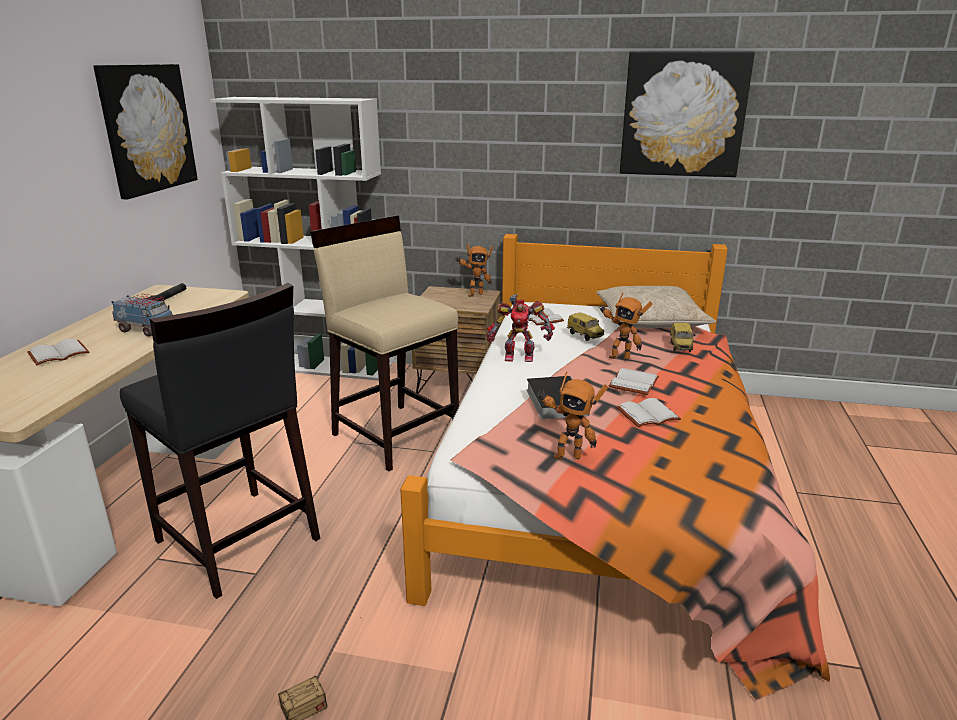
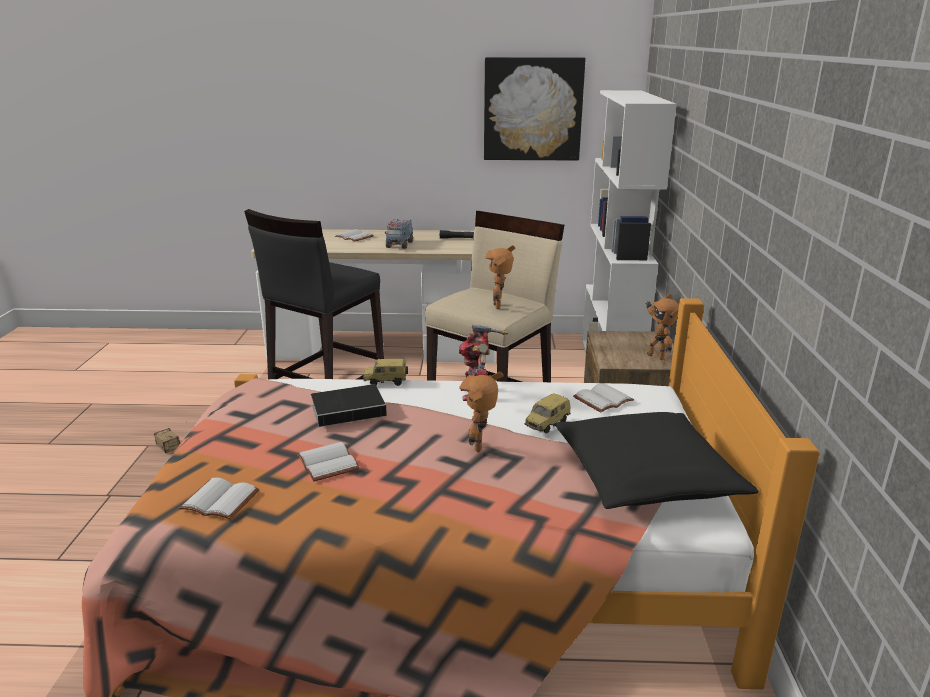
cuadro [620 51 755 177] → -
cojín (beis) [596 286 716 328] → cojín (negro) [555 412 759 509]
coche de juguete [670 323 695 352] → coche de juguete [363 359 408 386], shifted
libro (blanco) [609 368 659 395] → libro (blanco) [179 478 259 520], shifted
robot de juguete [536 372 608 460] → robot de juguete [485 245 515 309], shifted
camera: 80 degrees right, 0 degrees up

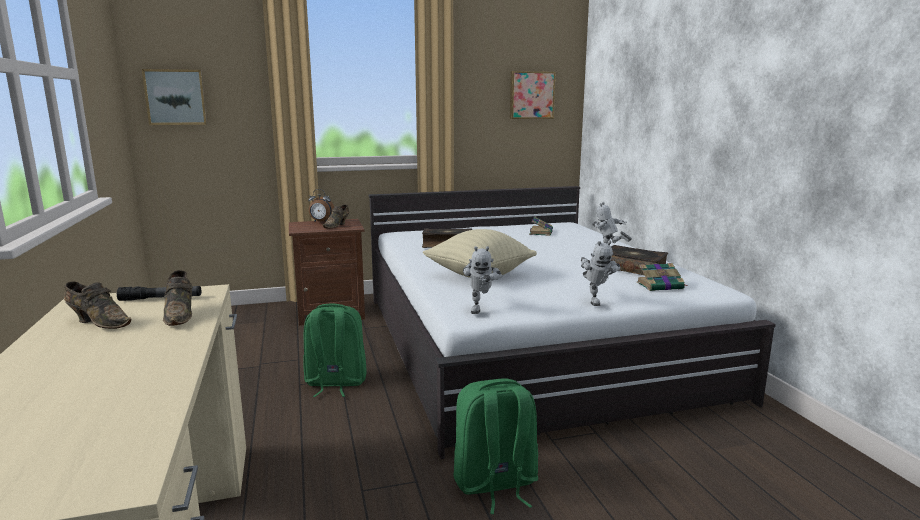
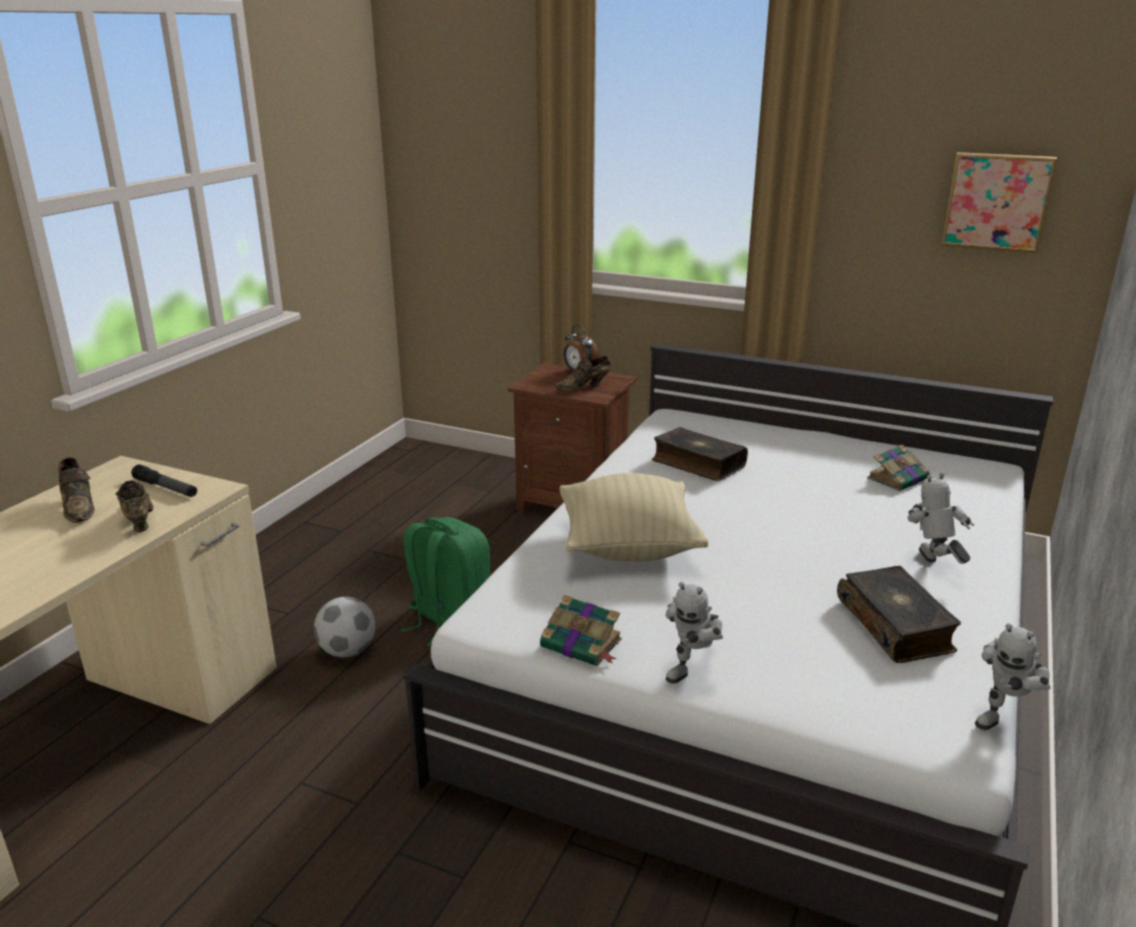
cuadro [142 69 207 125] → -
robot de juguete [463 246 502 314] → robot de juguete [975 623 1050 730], shifted
libro [637 263 688 291] → libro [540 595 622 666], shifted
zapato (marrón) [163 270 193 326] → zapato (marrón) [115 480 154 532], 135 degrees clockwise
mochila (verde) [453 378 539 514] → -
- → balón de fútbol [314 597 375 657]
camera: 40 degrees right, 10 degrees up

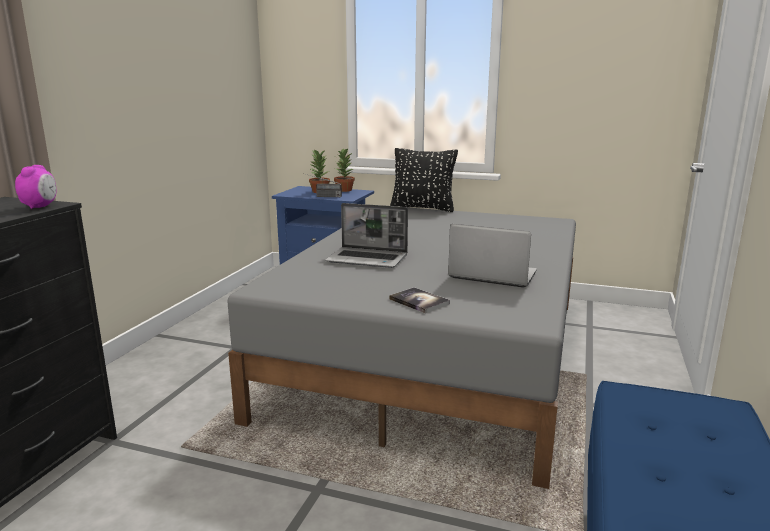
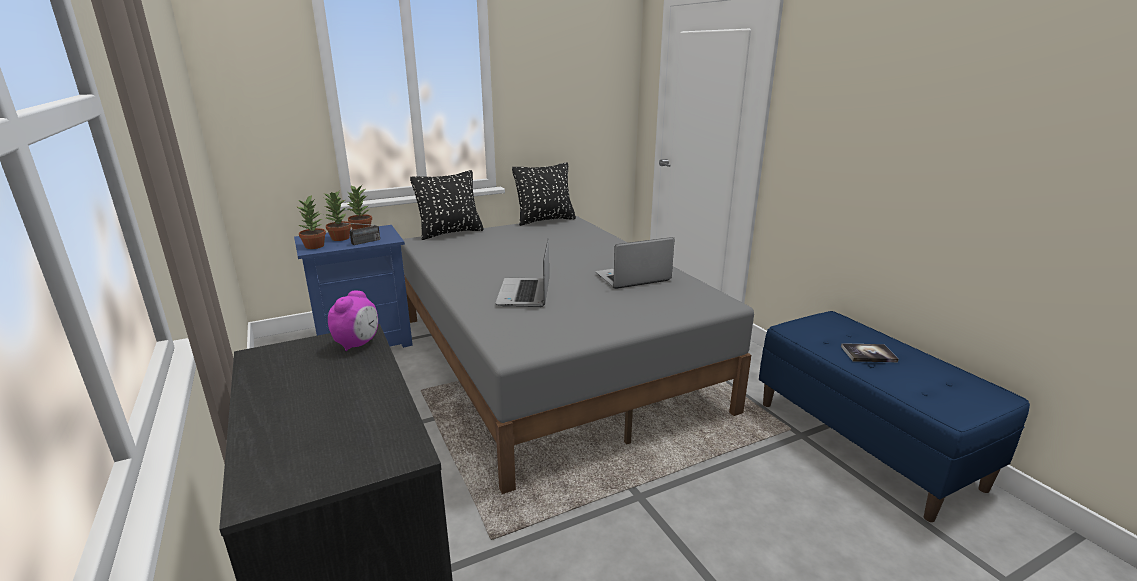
despertador [15 165 57 209] → despertador [328 290 378 351], 60 degrees clockwise
portátil [325 203 408 268] → portátil [495 238 549 307], 120 degrees clockwise
libro [389 287 450 313] → libro [841 343 899 362], shifted
- → cojín (negro) [512 162 576 226]
- → planta en maceta [297 194 326 249]
camera: 45 degrees left, 5 degrees up

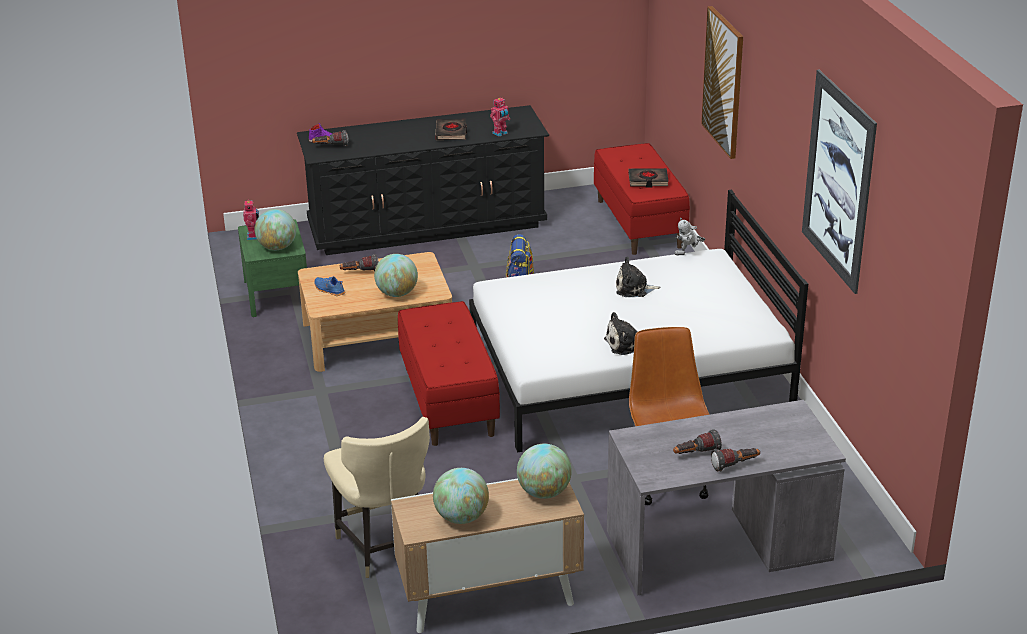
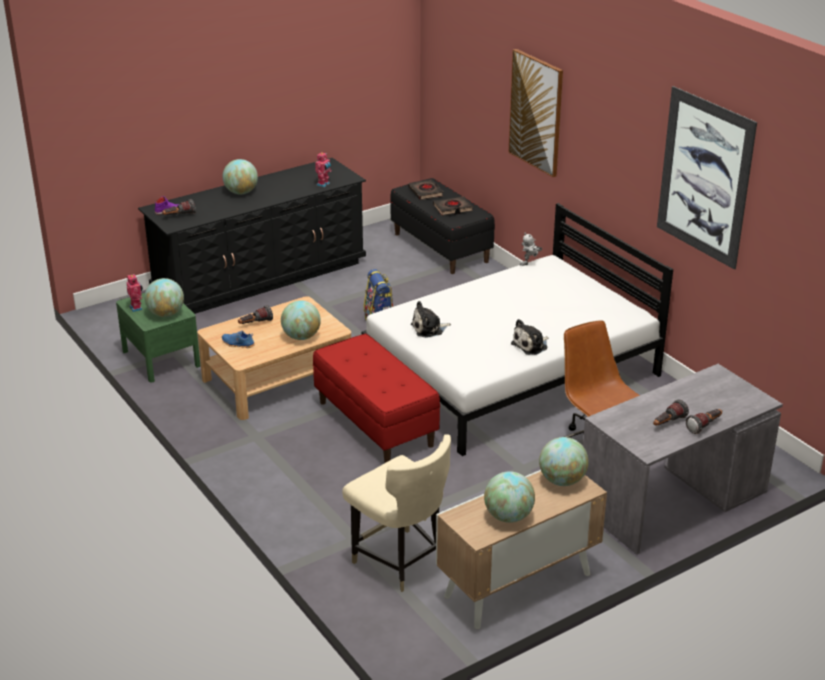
libro (negro) [435 119 467 140] → libro (negro) [408 179 444 200], shifted
banco (rojo) [594 143 690 255] → banco (negro) [390 178 495 274]
peluche [616 257 661 297] → peluche [411 301 451 338], shifted
- → globo terráqueo [222 159 258 194]
camera: 20 degrees left, 0 degrees up

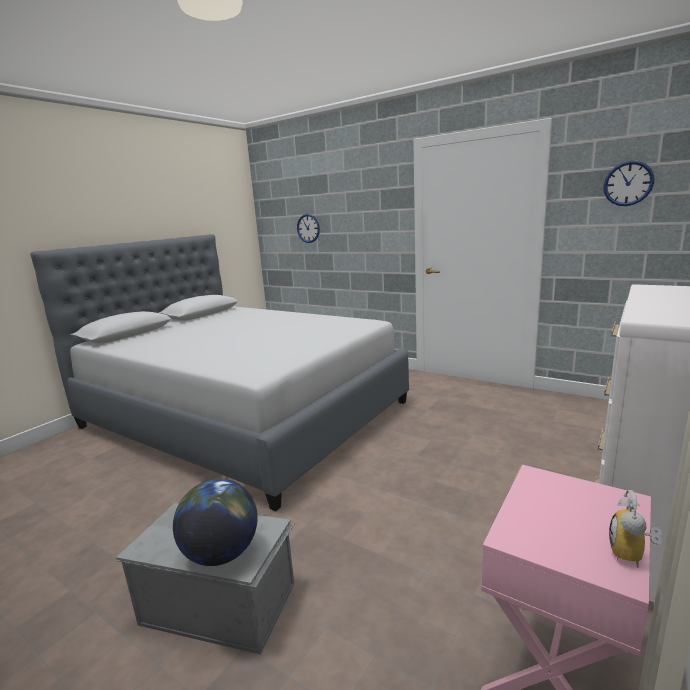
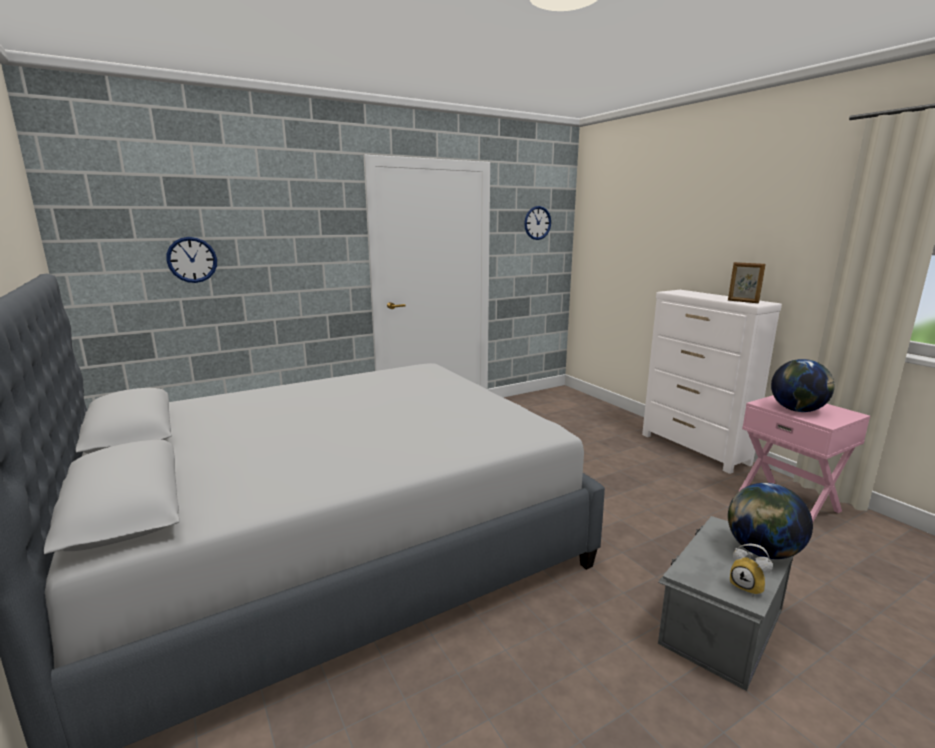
despertador [609 490 662 568] → despertador [730 544 773 597], shifted
- → portarretratos [728 262 766 303]
- → globo terráqueo [771 359 835 412]
camera: 65 degrees left, 0 degrees up

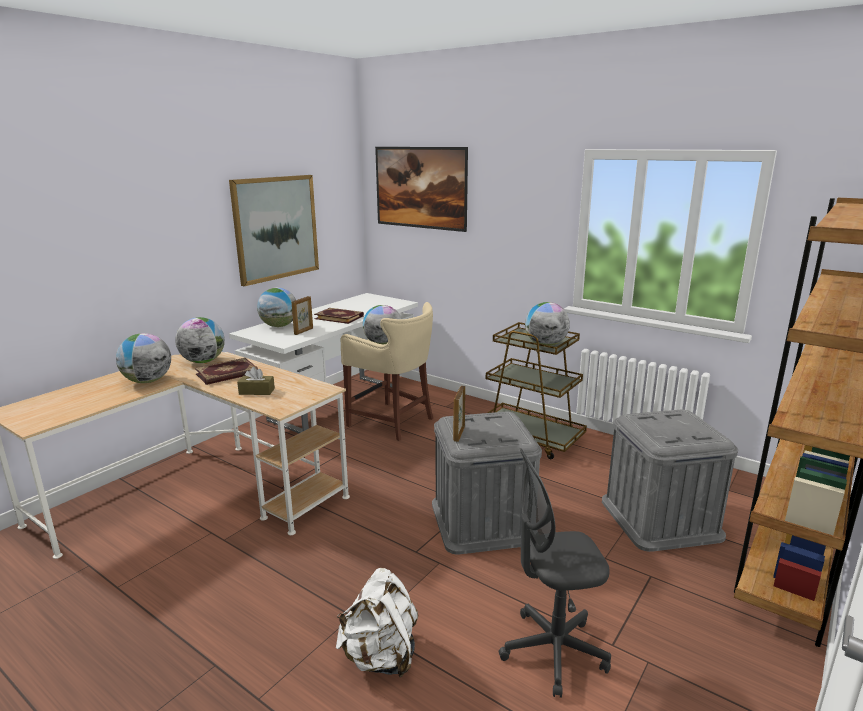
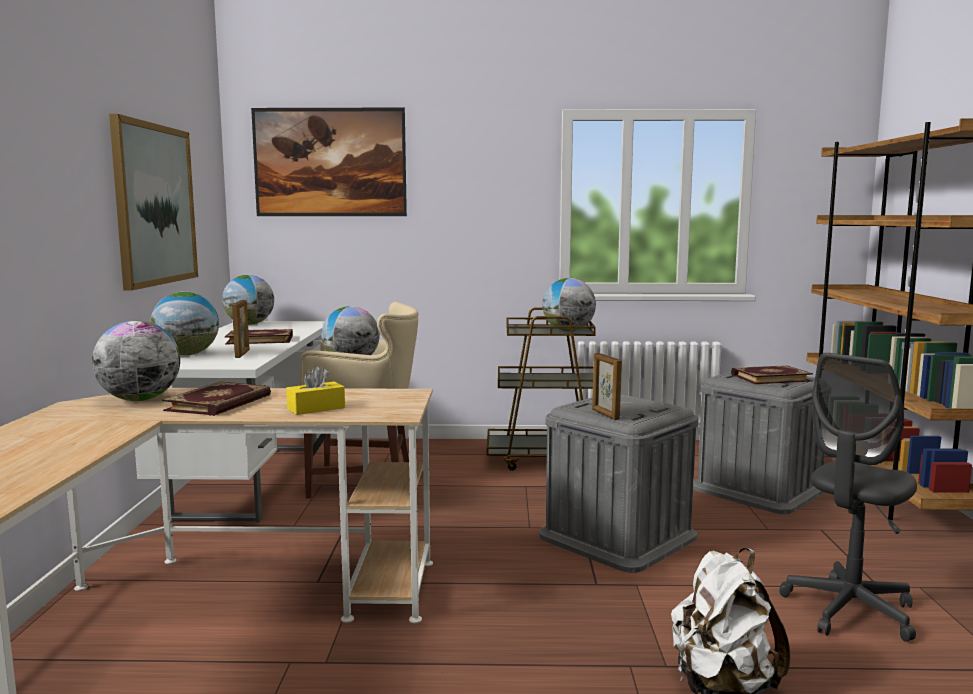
globo terráqueo [116 333 171 383] → globo terráqueo [222 275 274 325], shifted
caja de pañuelos (marrón) [237 367 275 395] → caja de pañuelos (amarillo) [286 366 345 415]
- → libro [731 365 813 384]
camera: 35 degrees left, 10 degrees down

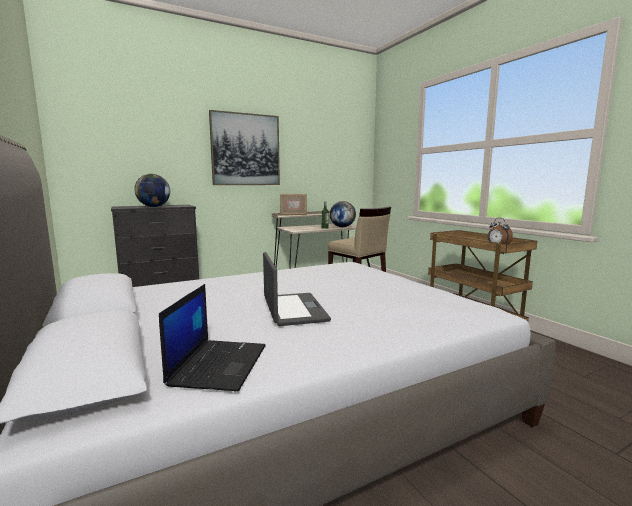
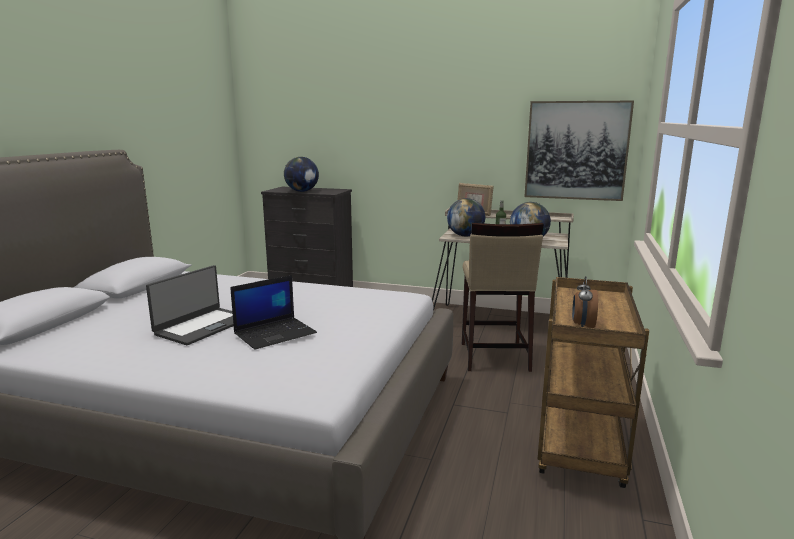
cuadro [209 110 280 185] → cuadro [524 101 634 201], shifted
portátil [159 284 266 391] → portátil [230 275 317 349], shifted
- → globo terráqueo [447 198 485 236]
camera: 45 degrees right, 5 degrees up

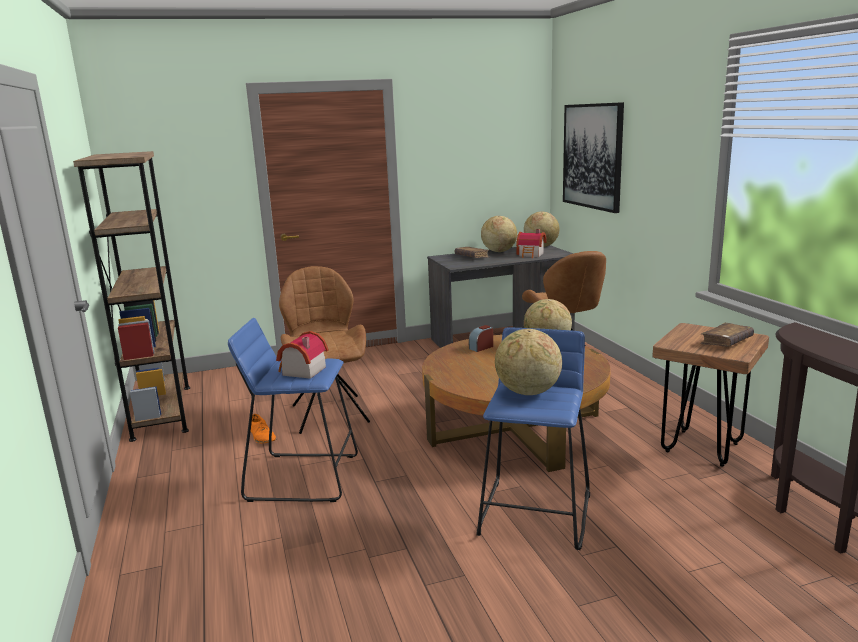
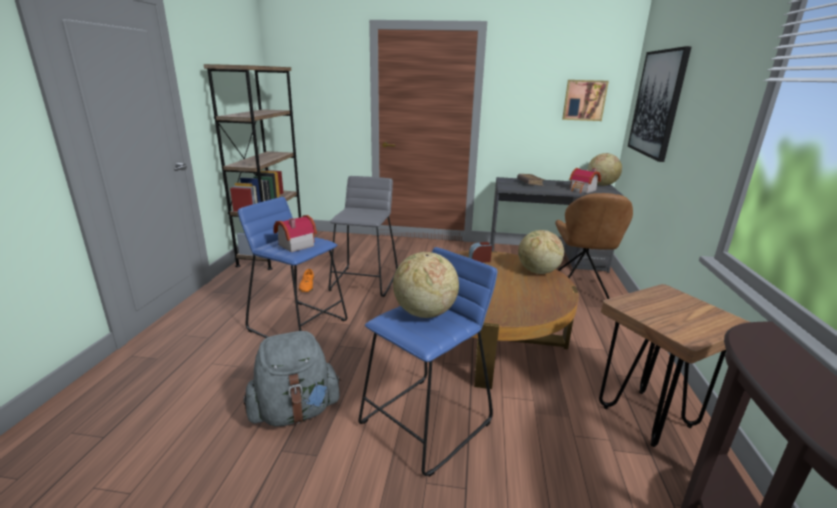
globo terráqueo [481 216 517 252] → -
silla (marrón) [279 266 370 434] → taburete (gris) [328 176 398 297]
libro (marrón) [701 323 754 347] → -
- → cuadro [562 80 609 121]
- → mochila (gris) [244 331 341 427]
camera: 25 degrees right, 5 degrees up

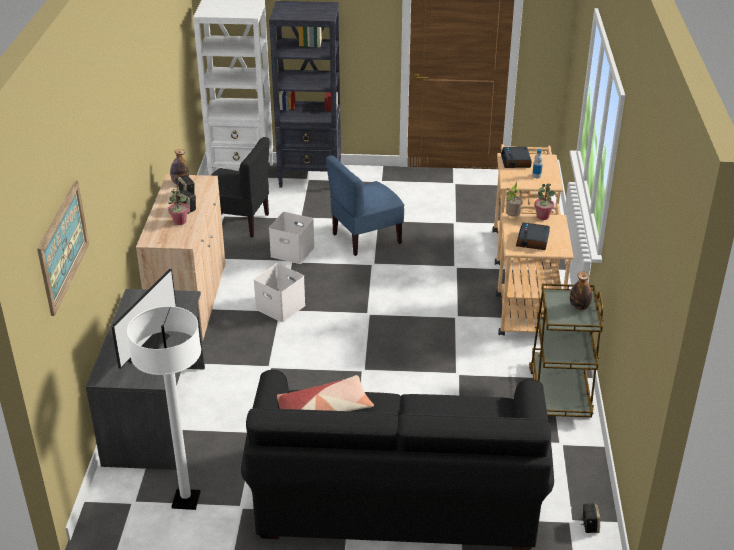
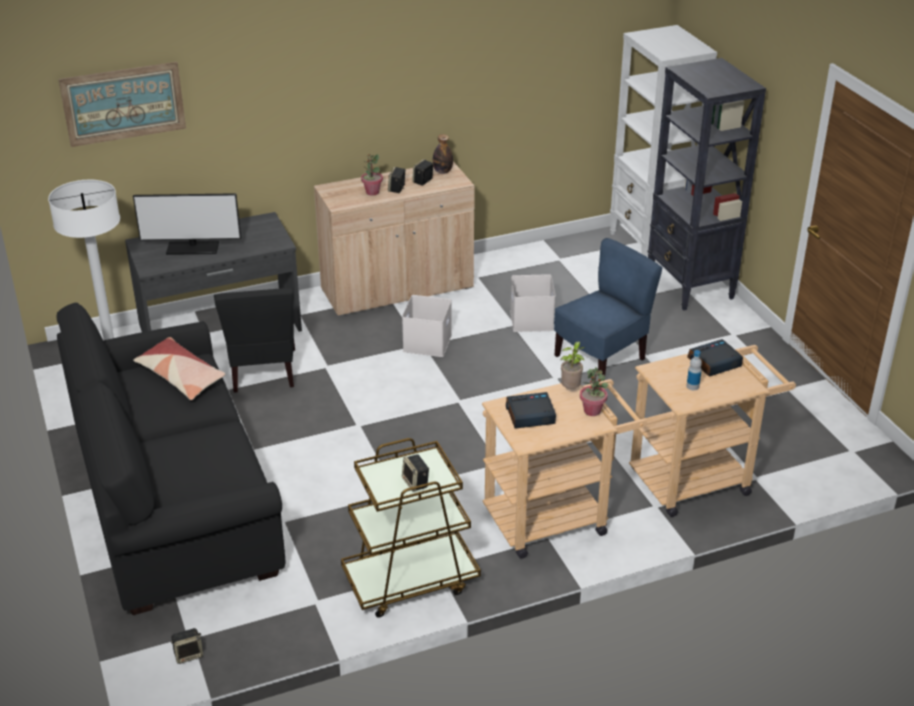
silla (negro) [210 137 269 238] → silla (negro) [214 288 295 393], shifted
silla (azul) [326 155 404 256] → silla (azul) [554 238 662 382], 105 degrees clockwise
botella [570 271 592 310] → altavoz [402 454 429 492]
camera: 65 degrees right, 0 degrees up

